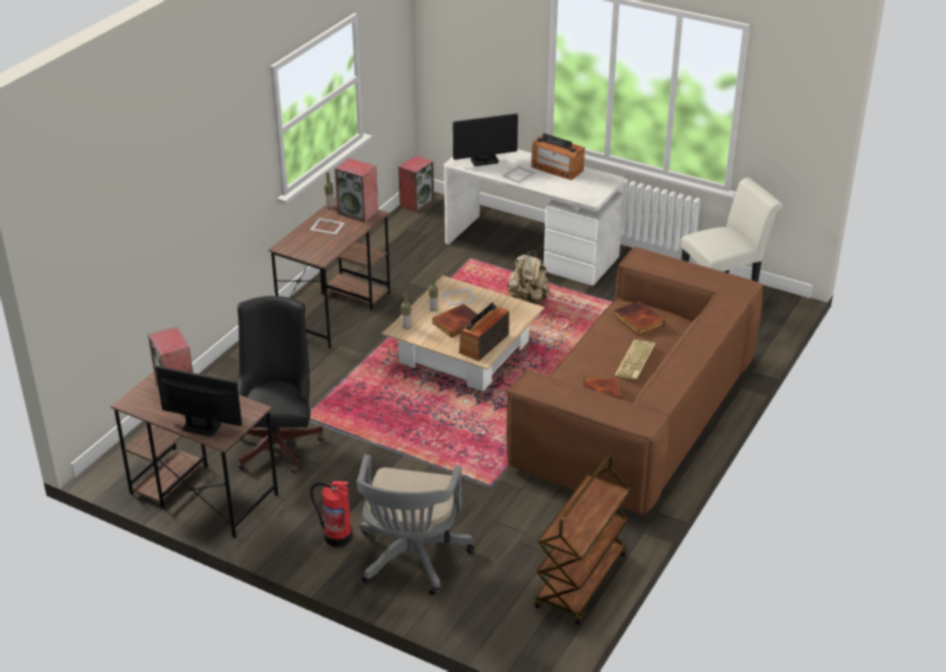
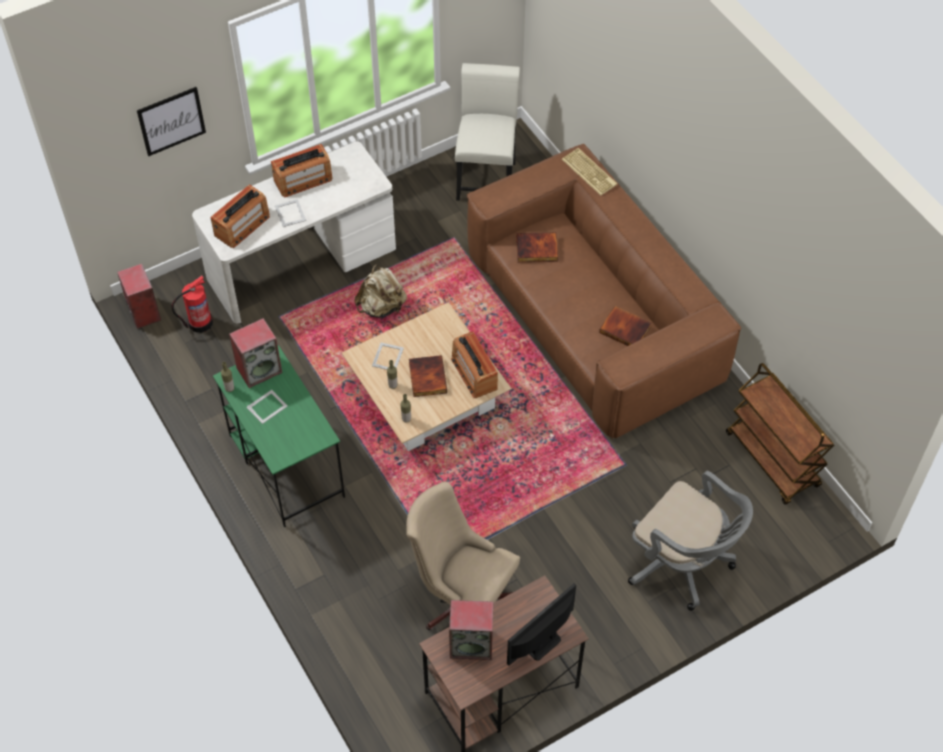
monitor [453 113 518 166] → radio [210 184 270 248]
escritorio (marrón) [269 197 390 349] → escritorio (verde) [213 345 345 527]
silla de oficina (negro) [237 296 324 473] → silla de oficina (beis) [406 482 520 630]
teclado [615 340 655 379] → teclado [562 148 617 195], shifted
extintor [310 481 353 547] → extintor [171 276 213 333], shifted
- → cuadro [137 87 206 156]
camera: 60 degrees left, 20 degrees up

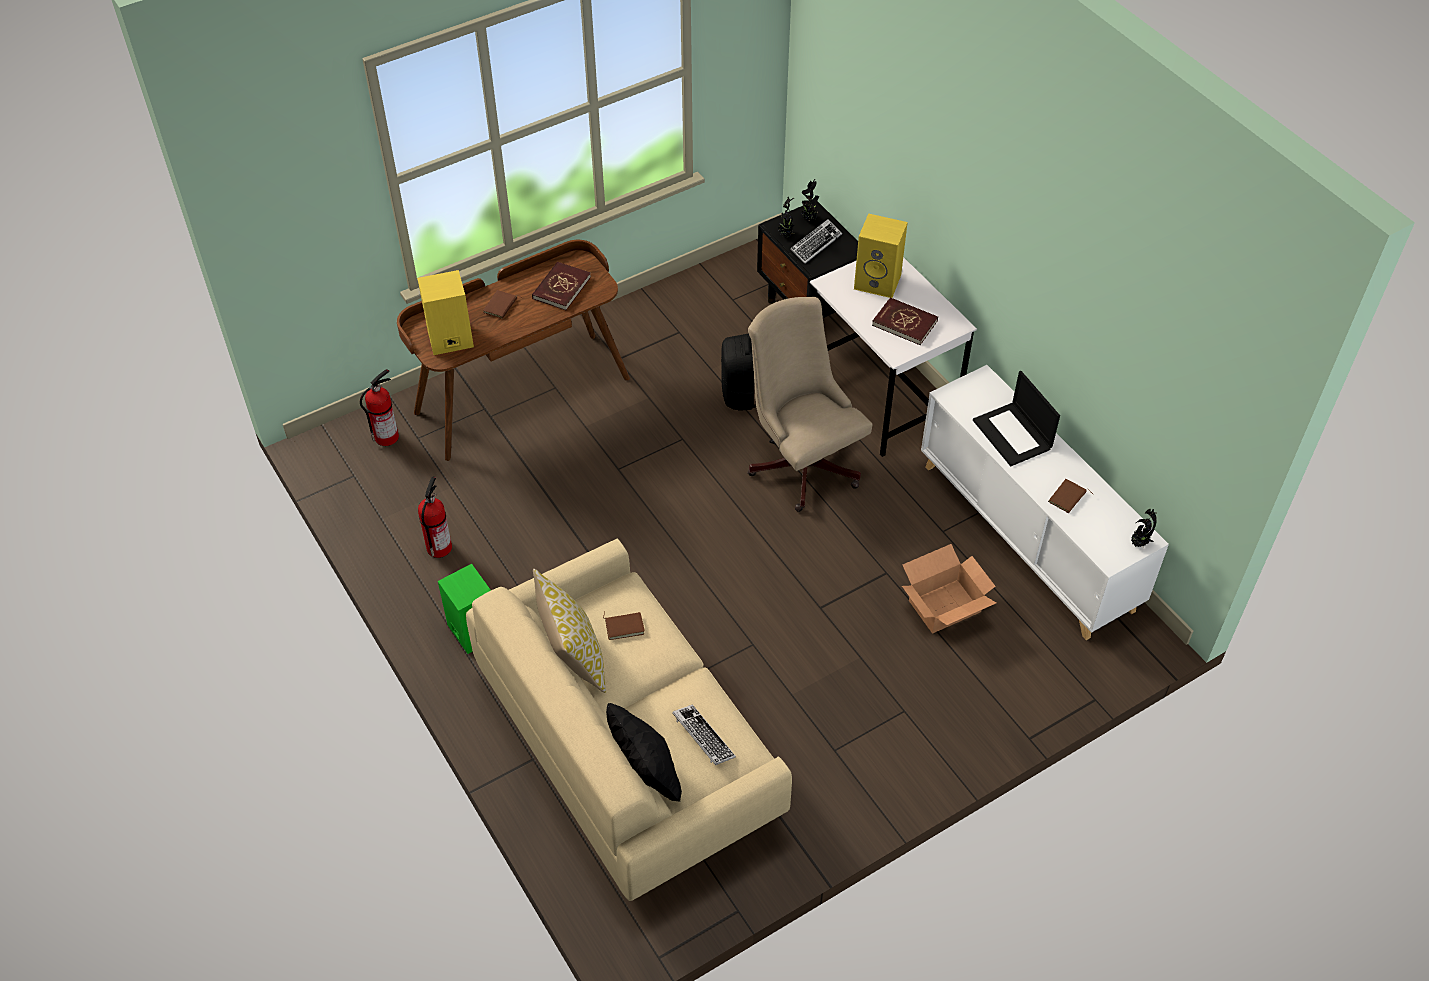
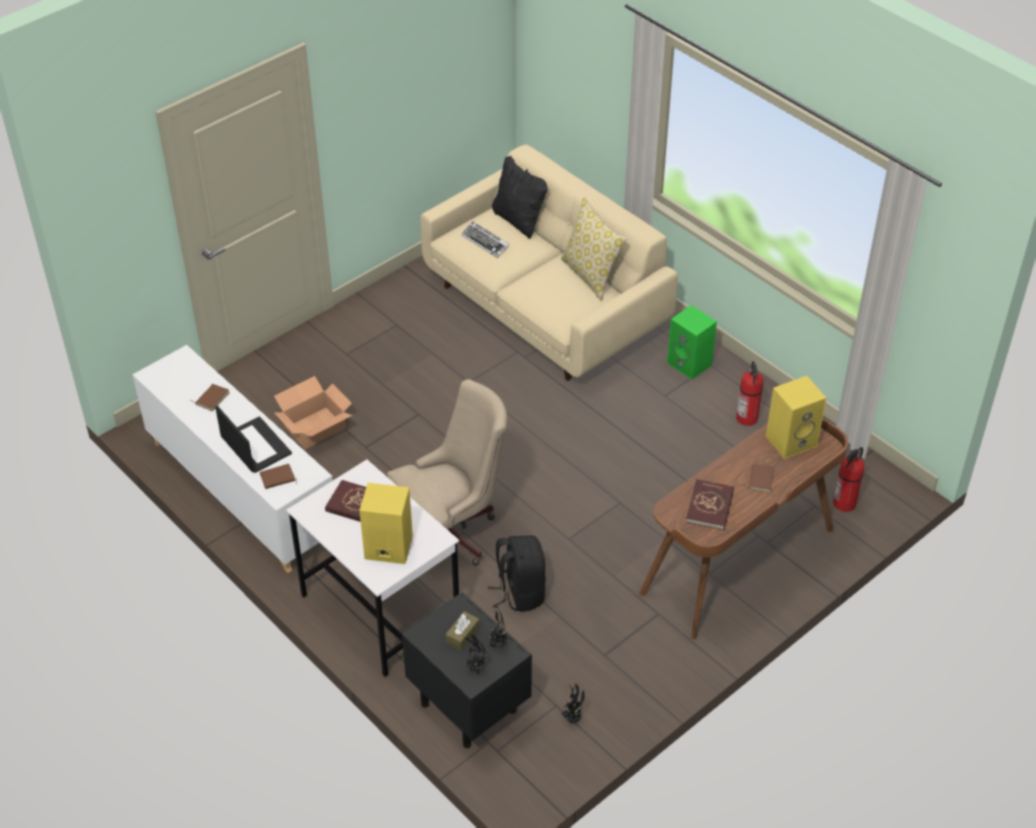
teclado [790 219 842 264] → caja de pañuelos (marrón) [446 611 480 651]
silla de oficina (beis) [748 297 873 512] → silla de oficina (beis) [387 379 507 566], 75 degrees counterclockwise
planta en maceta [1131 508 1157 548] → planta en maceta [561 683 585 724], shifted
libro (marrón) [603 612 645 640] → libro (marrón) [259 464 297 489], shifted
camera: 170 degrees right, 5 degrees down

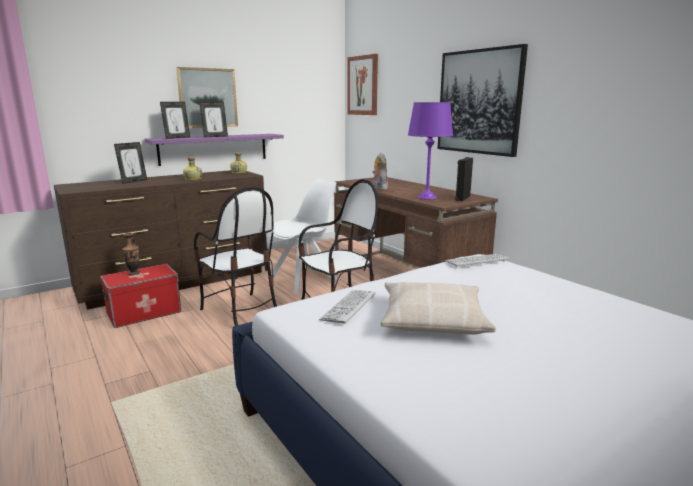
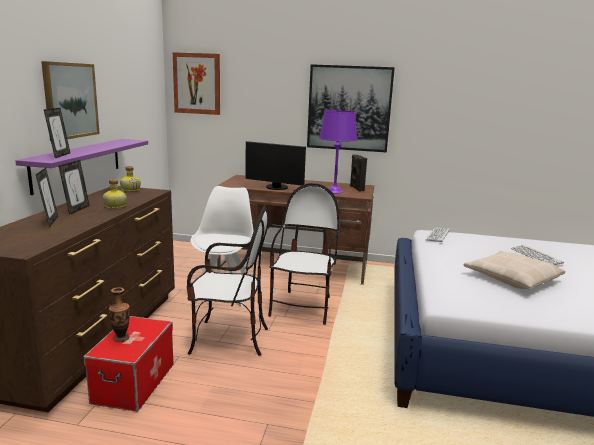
portarretratos [199 102 228 138] → portarretratos [59 160 90 215], shifted
peluche [372 153 388 190] → monitor [245 141 306 190]
teclado [319 290 375 324] → teclado [511 245 564 265], shifted
camera: 45 degrees left, 0 degrees up

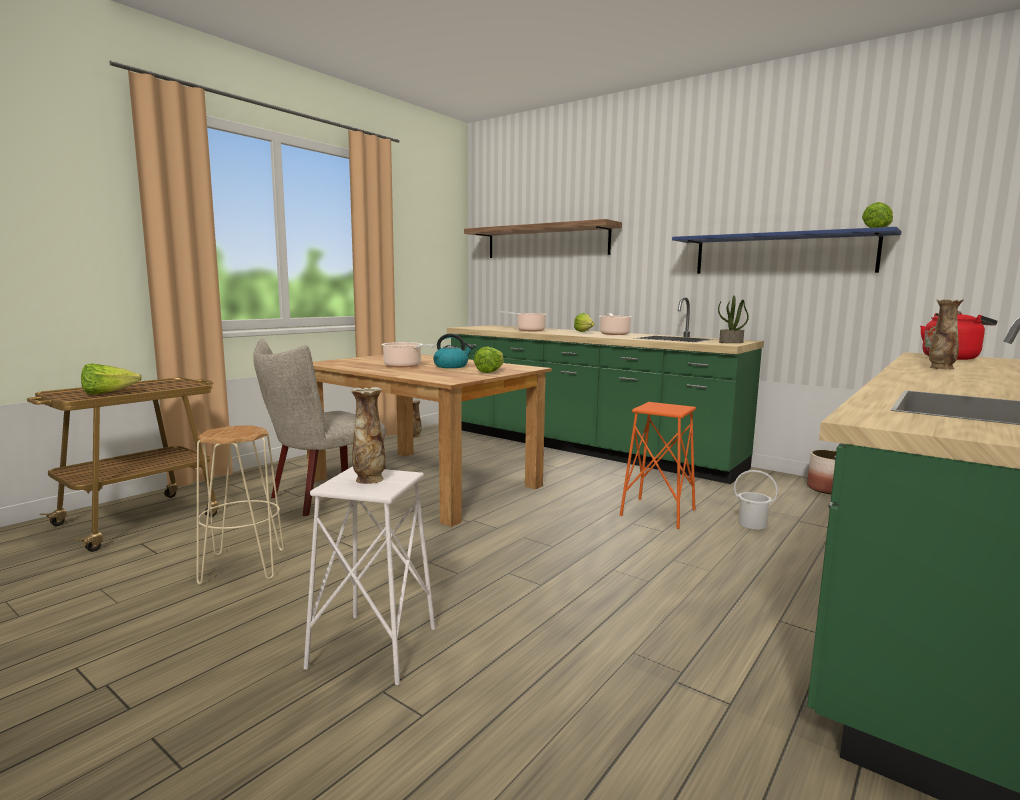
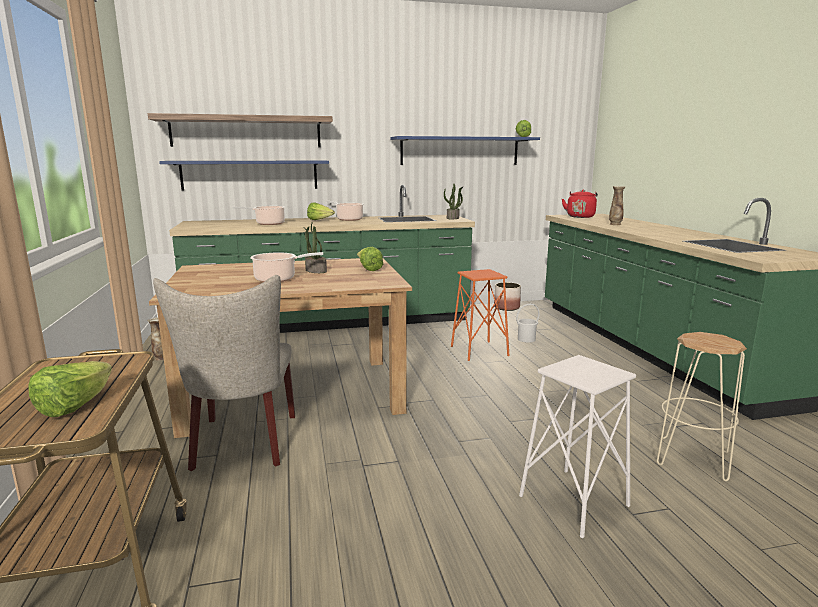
hervidor [433 334 473 368] → planta en maceta [303 221 327 273]
florero [351 387 385 484] → -
taburete (beis) [197 425 284 585] → taburete (beis) [657 332 747 481], shifted
- → estante (azul) [159 161 329 191]
camera: 50 degrees left, 5 degrees up

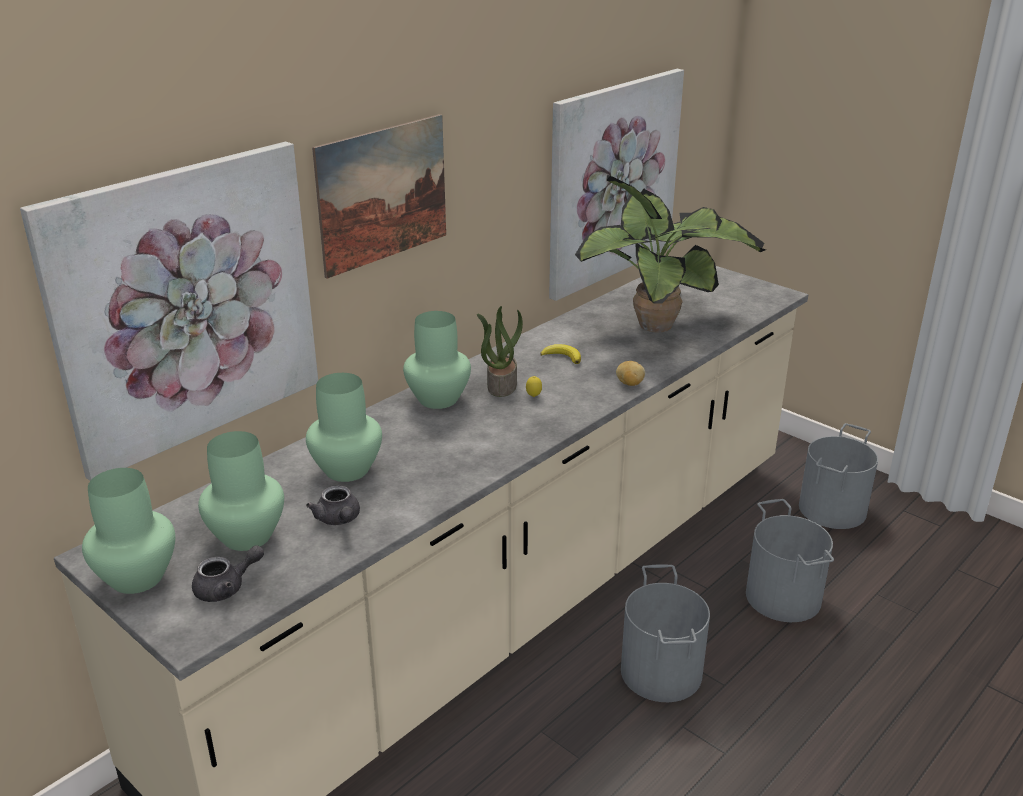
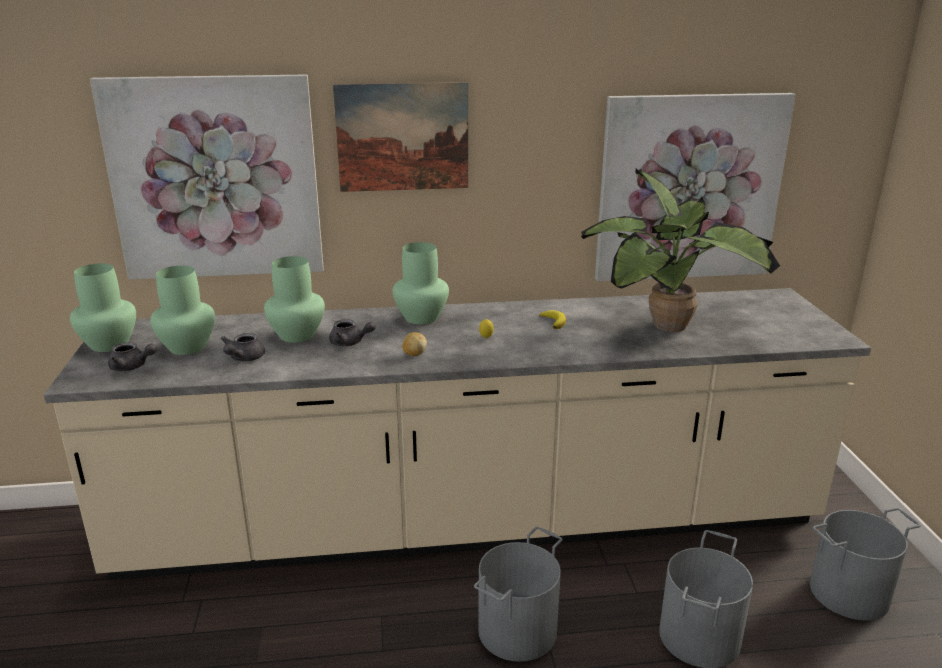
planta en maceta [477 306 523 397] → -
patata [616 361 645 386] → patata [402 332 427 356], shifted
- → tetera (gris) [329 319 376 346]
camera: 40 degrees right, 5 degrees down

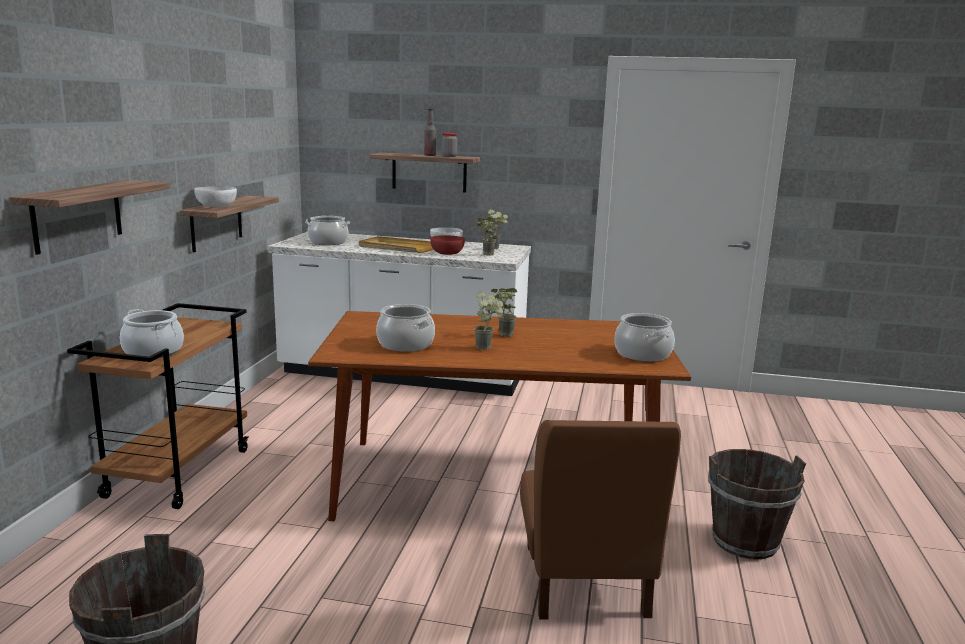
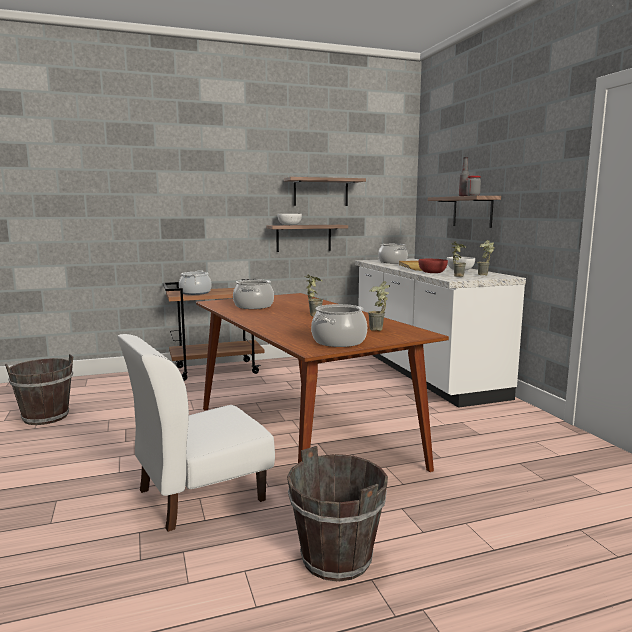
estante [9 180 170 255] → estante [284 177 366 206], shifted
planta en maceta [474 291 503 350] → planta en maceta [368 281 390 331], shifted
silla (marrón) [520 420 681 620] → silla (blanco) [117 334 275 532]
camera: 60 degrees right, 5 degrees down

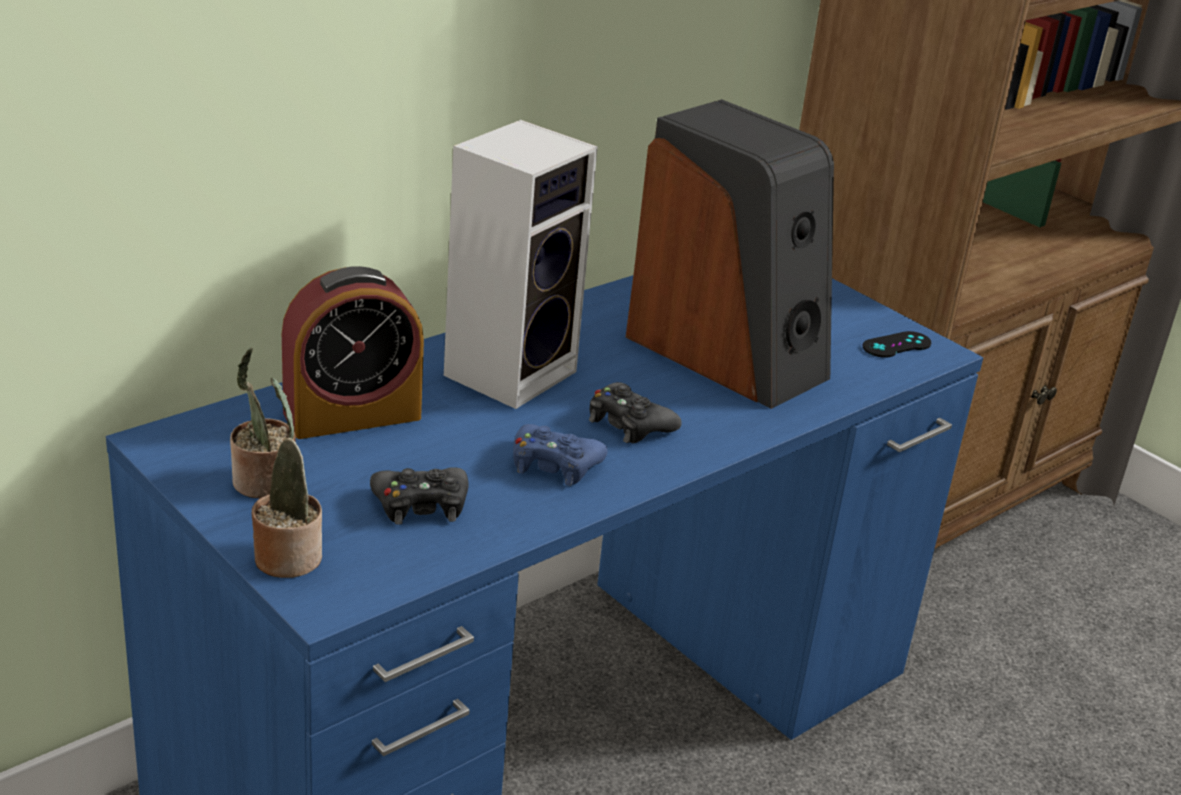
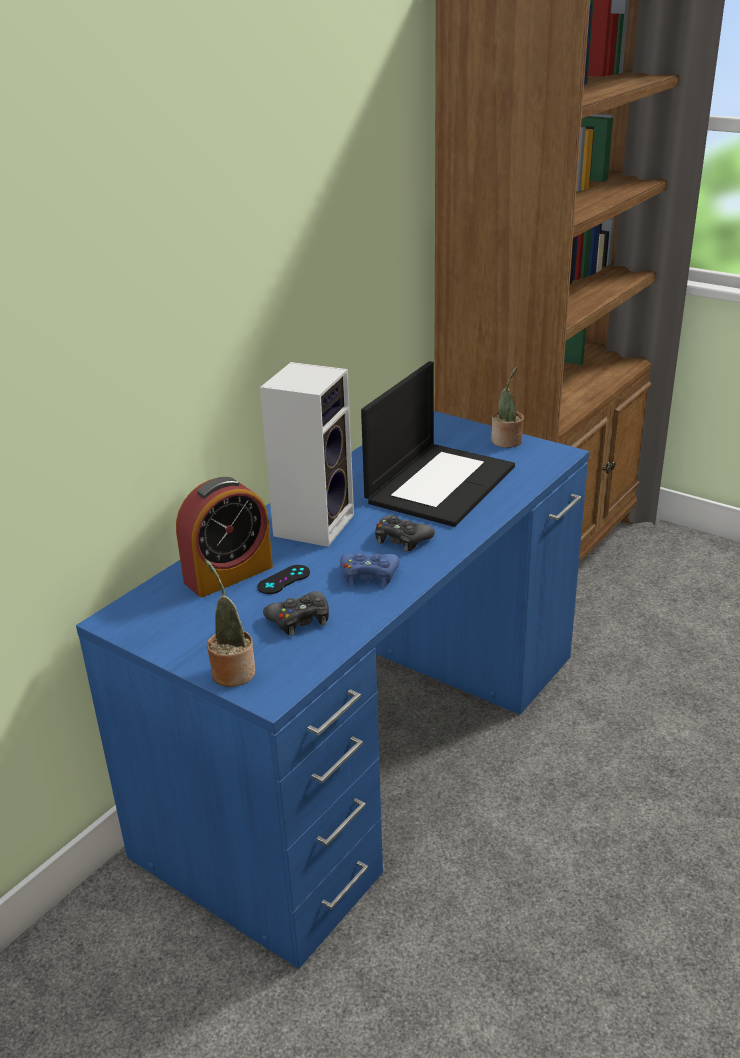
altavoz [626 99 834 409] → portátil [361 361 515 527]
mando de consola (negro) [863 331 931 358] → mando de consola (negro) [257 565 310 594], shifted
planta en maceta [230 347 296 499] → planta en maceta [491 367 524 448], shifted
camera: 10 degrees left, 0 degrees up

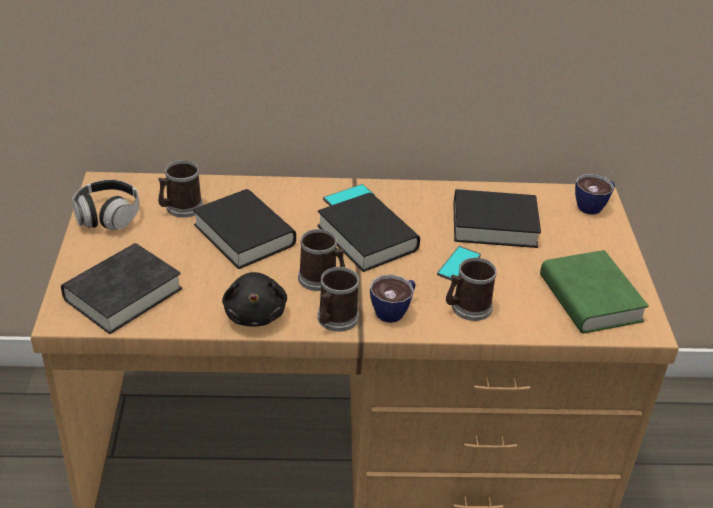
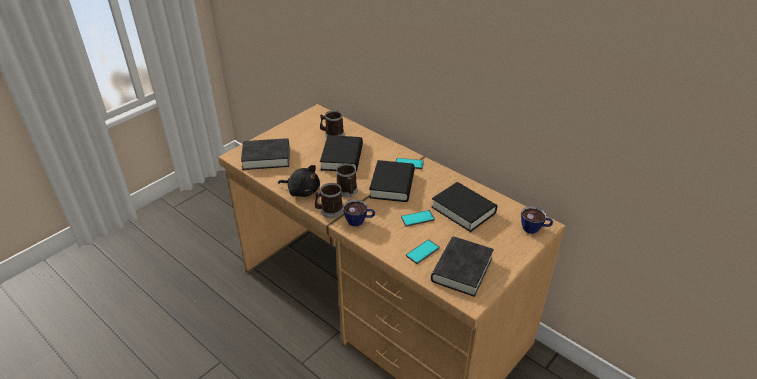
auriculares [72 180 140 230] → -
libro (verde) [540 250 649 334] → libro (negro) [431 237 494 297]
taza grande [446 257 497 321] → -
peluche (negro) [222 272 287 327] → peluche (negro) [278 165 320 197], 105 degrees counterclockwise
- → móvil [406 239 440 264]
camera: 45 degrees right, 0 degrees up

